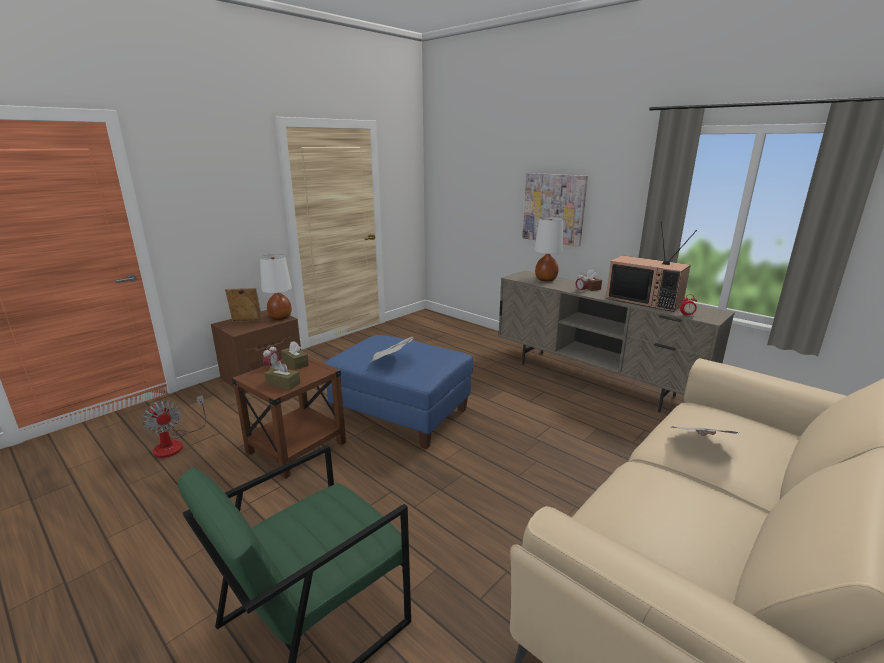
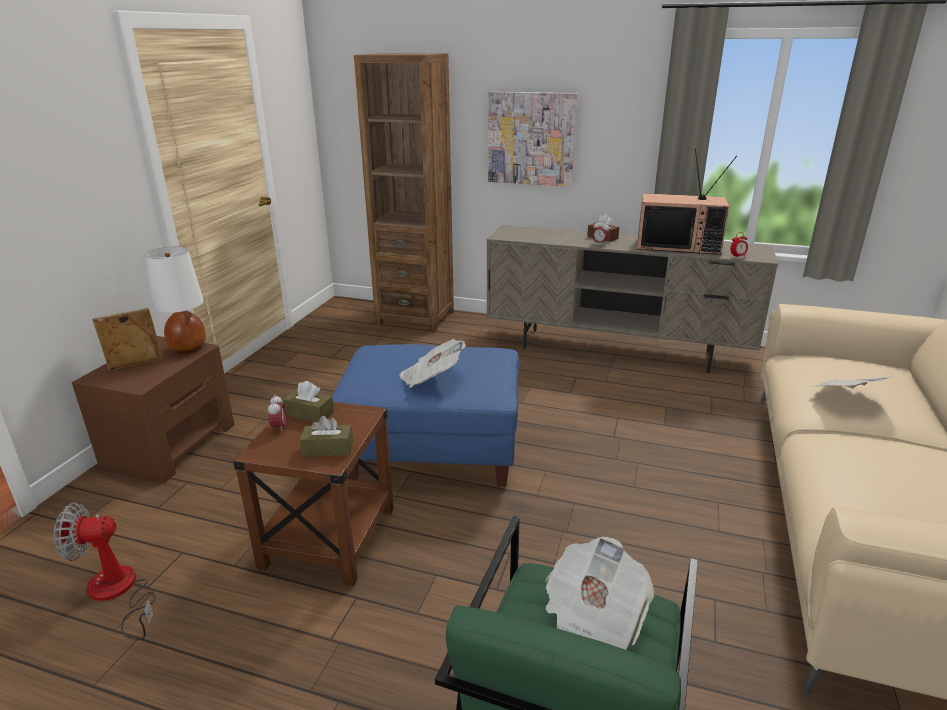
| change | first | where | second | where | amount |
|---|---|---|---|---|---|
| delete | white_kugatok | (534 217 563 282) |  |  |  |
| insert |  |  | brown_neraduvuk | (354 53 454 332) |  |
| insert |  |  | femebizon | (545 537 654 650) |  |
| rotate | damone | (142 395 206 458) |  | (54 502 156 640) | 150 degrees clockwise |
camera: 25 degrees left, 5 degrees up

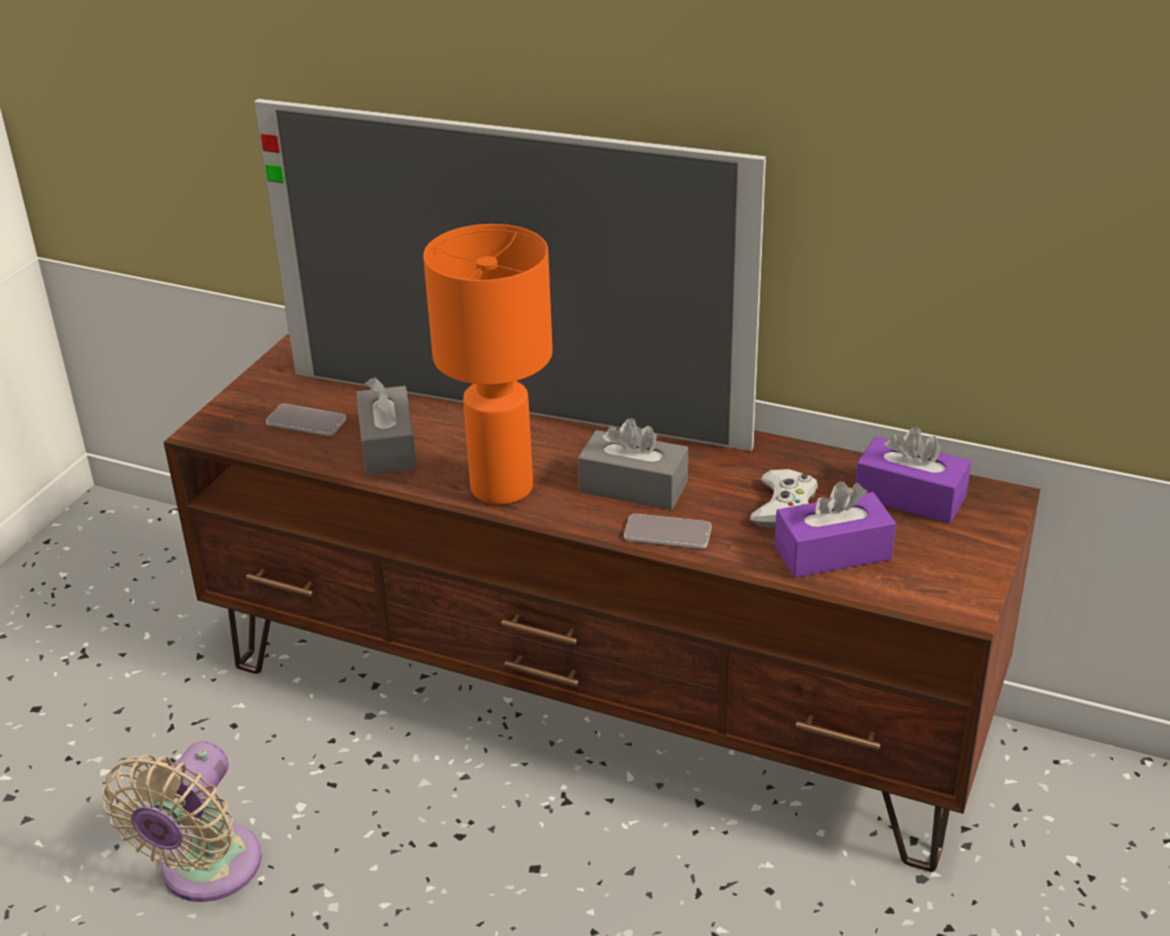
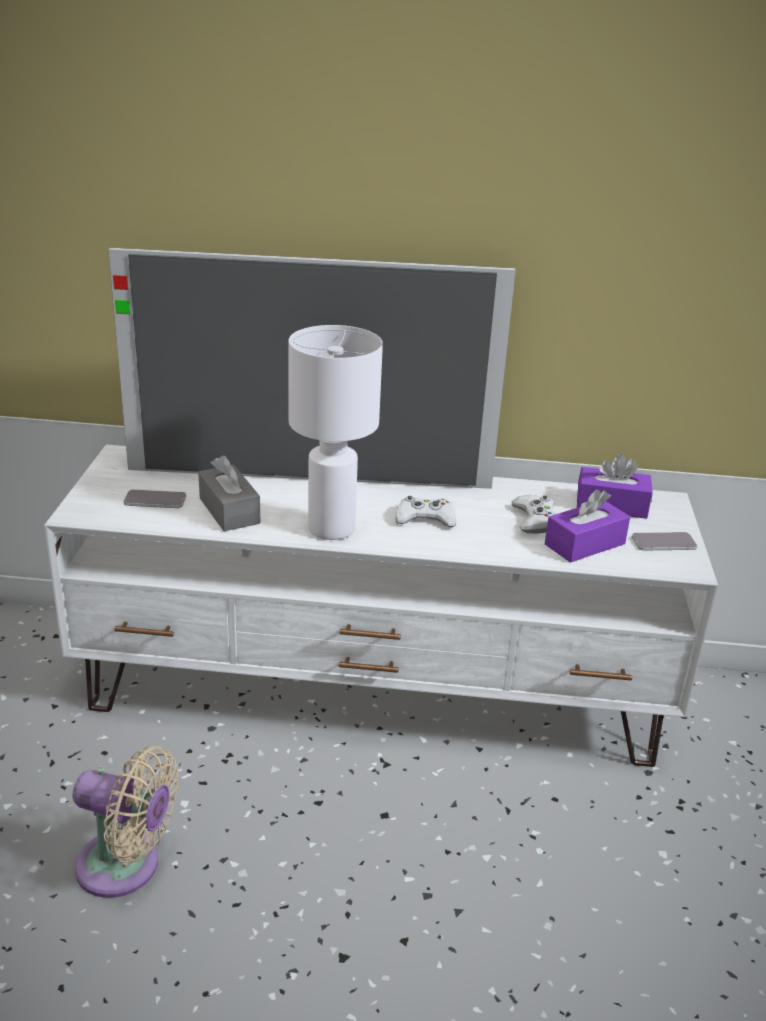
| change | first | where | second | where | amount |
|---|---|---|---|---|---|
| move | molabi | (624 514 711 549) |  | (632 532 697 551) |  |
| replace | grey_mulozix | (578 418 688 510) | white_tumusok | (395 496 456 527) |  |
| recolor | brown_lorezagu | (164 334 1040 872) | white_lorezagu | (44 444 718 767) |  |
| recolor | orange_kugatok | (423 224 553 505) | white_kugatok | (288 325 383 540) |  |
| rotate | beige_damone | (103 741 262 902) |  | (73 746 179 898) | 75 degrees counterclockwise |
camera: 20 degrees left, 5 degrees down

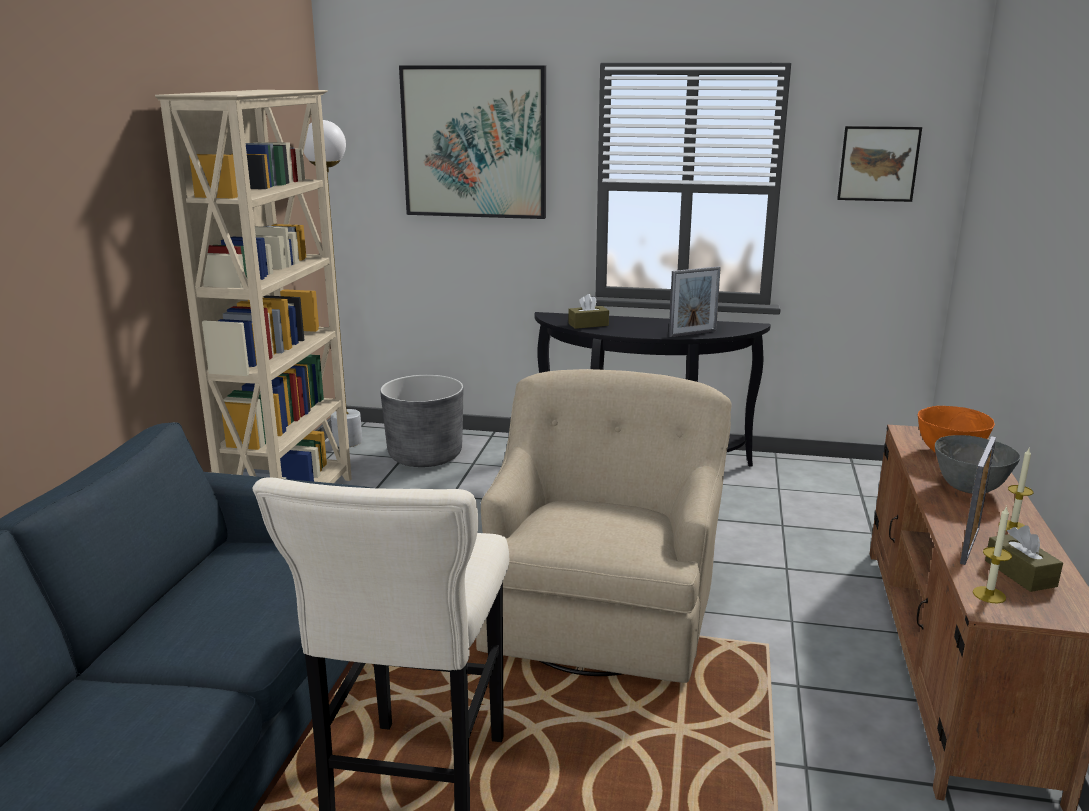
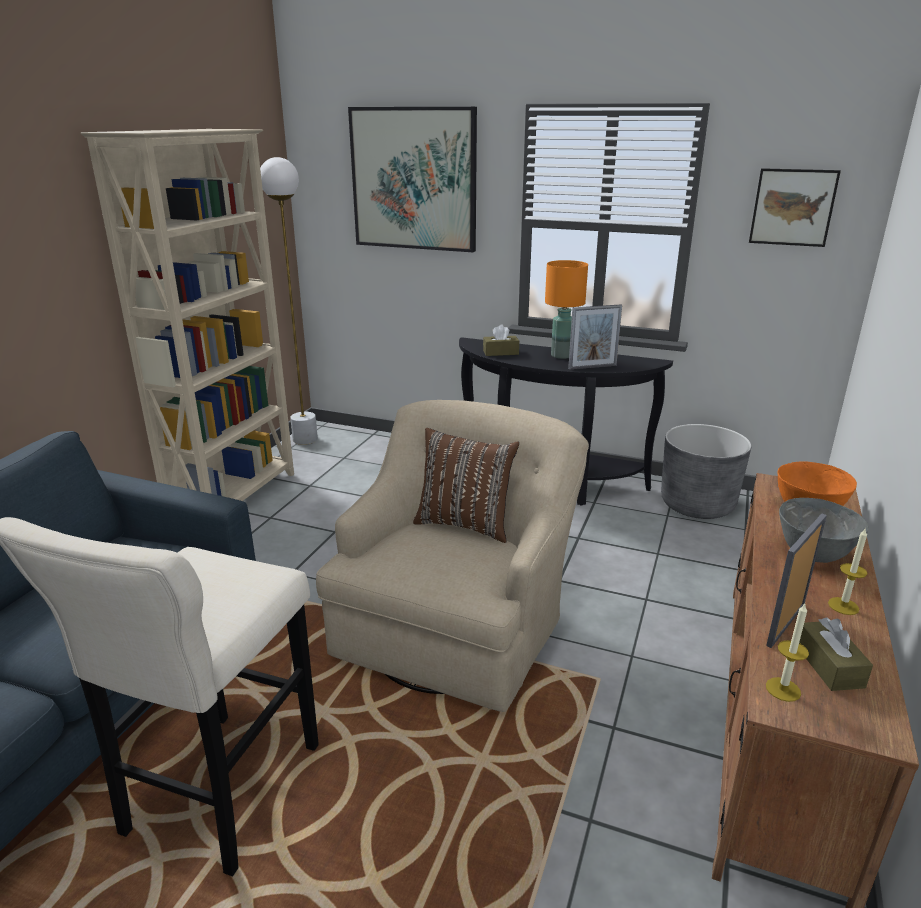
| change | first | where | second | where | amount |
|---|---|---|---|---|---|
| insert |  |  | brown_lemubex | (413 428 519 543) |  |
| insert |  |  | orange_kugatok | (545 260 588 359) |  |
| move | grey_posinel | (380 375 463 467) |  | (661 424 751 519) |  |
camera: 10 degrees right, 5 degrees up

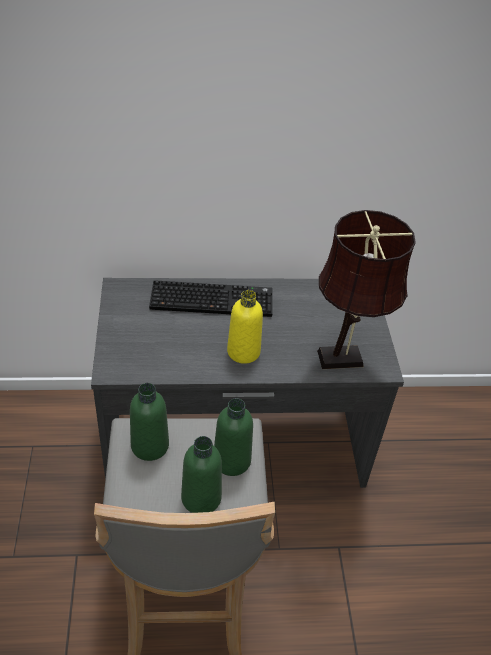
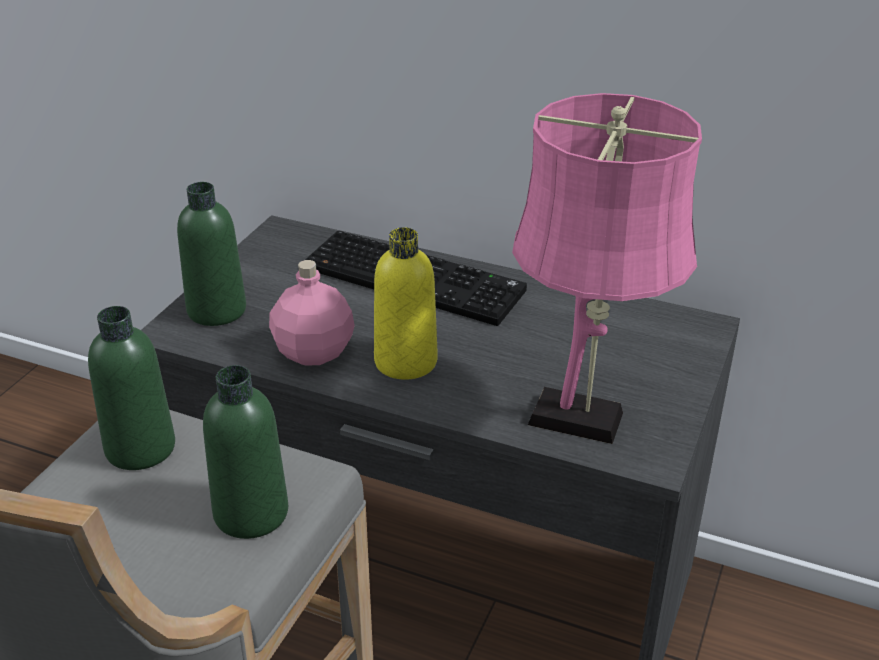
| change | first | where | second | where | amount |
|---|---|---|---|---|---|
| insert |  |  | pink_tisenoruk | (269 260 355 365) |  |
| move | green_tisenoruk | (181 436 222 513) |  | (177 182 246 326) |  |
| recolor | brown_kugatok | (317 210 416 369) | pink_kugatok | (512 93 702 444) |  |
camera: 30 degrees right, 10 degrees down

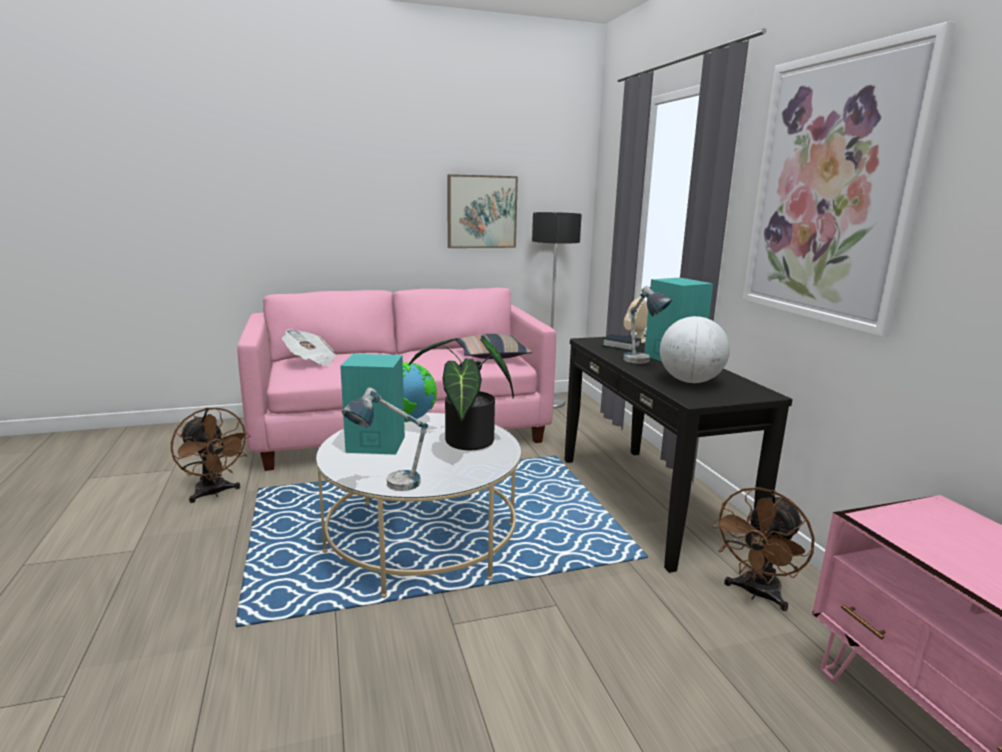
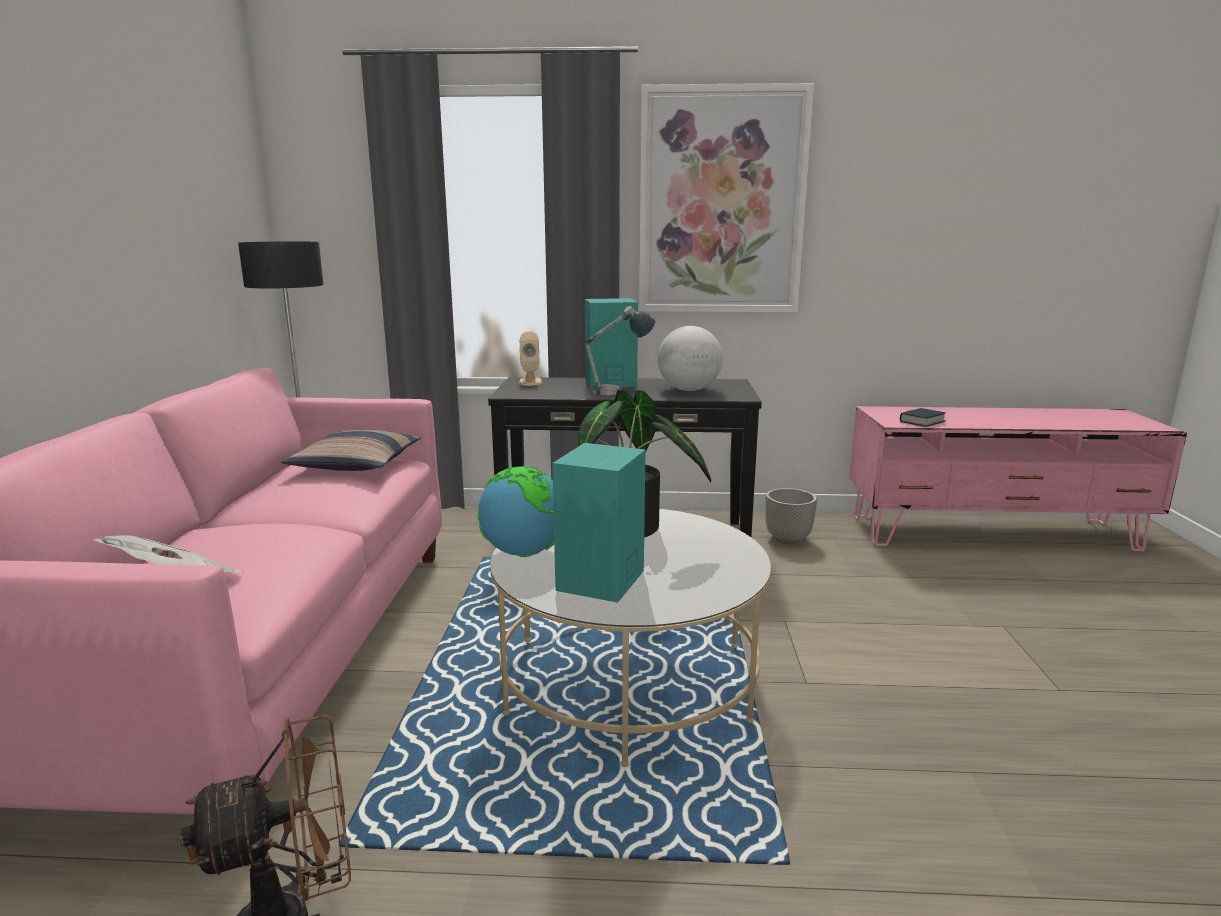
| change | first | where | second | where | amount |
|---|---|---|---|---|---|
| delete | kugatok | (342 388 428 491) |  |  |  |
| delete | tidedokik | (447 174 518 248) |  |  |  |
| move | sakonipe | (602 334 641 351) |  | (900 408 946 427) |  |
| replace | brown_damone | (712 487 815 611) | posinel | (765 488 817 544) |  |
camera: 70 degrees left, 0 degrees up

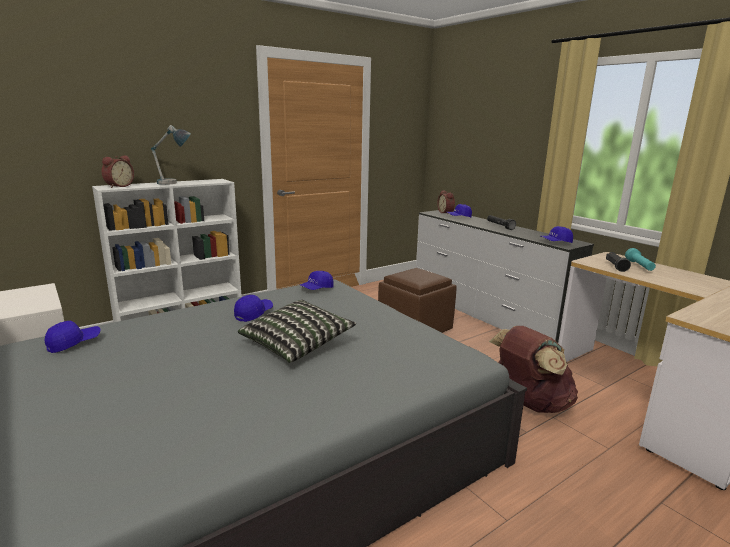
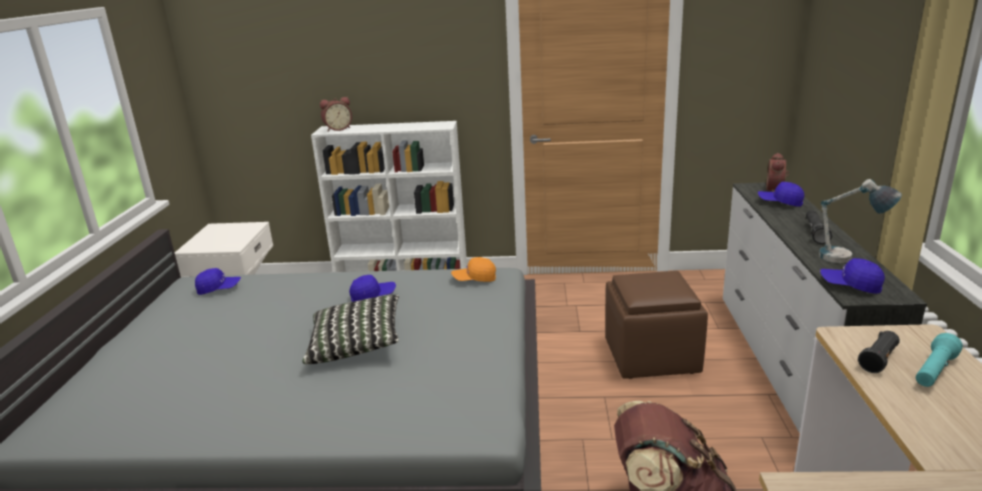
| change | first | where | second | where | amount |
|---|---|---|---|---|---|
| move | kugatok | (151 125 191 185) |  | (819 179 902 263) |  |
| recolor | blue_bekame | (300 271 334 290) | orange_bekame | (451 257 496 282) |  |
camera: 40 degrees right, 5 degrees up

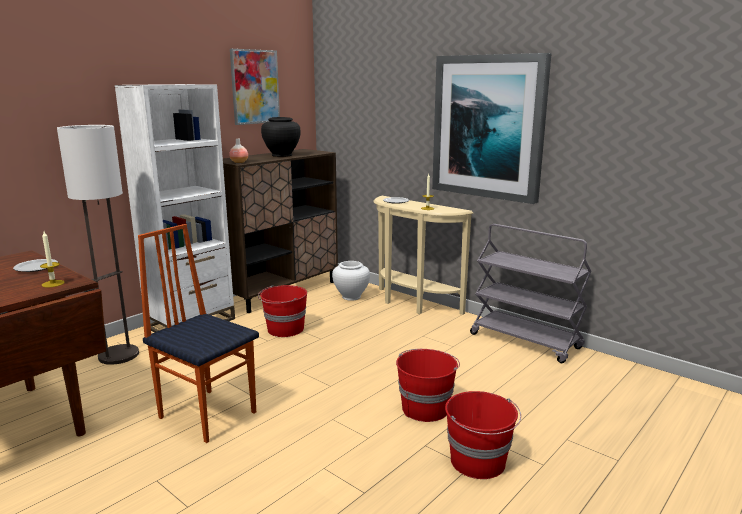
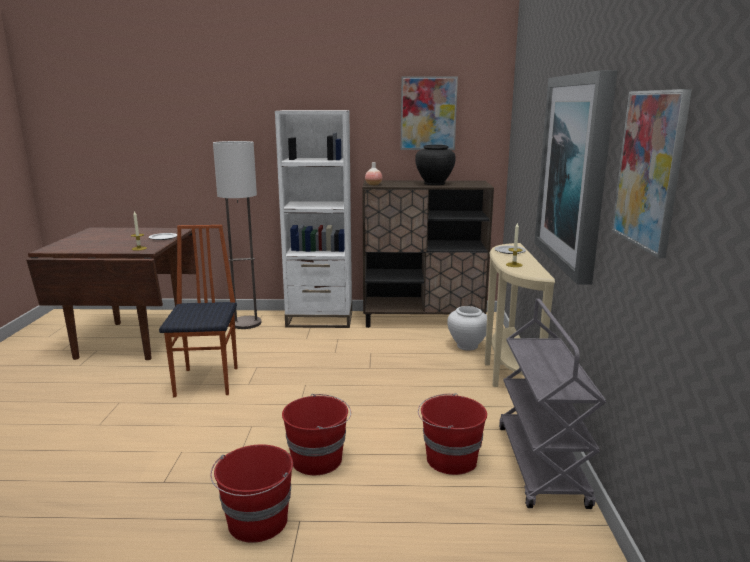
| change | first | where | second | where | amount |
|---|---|---|---|---|---|
| insert |  |  | tidedokik | (612 89 692 258) |  |
| move | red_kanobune | (258 285 307 337) |  | (418 393 487 475) |  |
camera: 50 degrees right, 0 degrees up

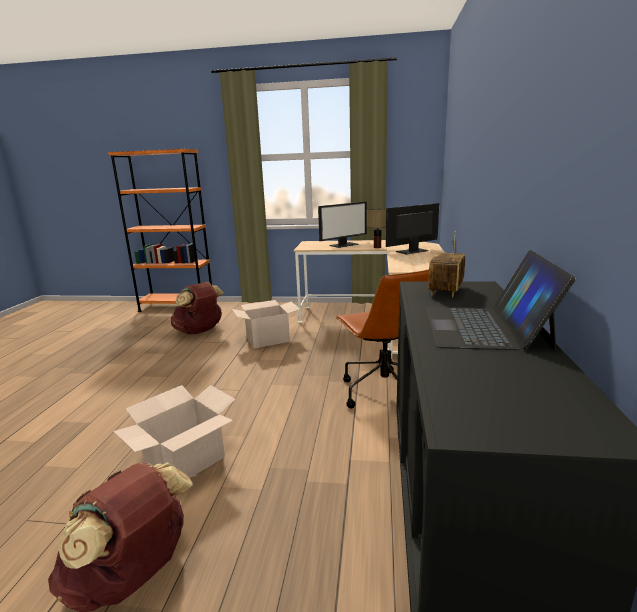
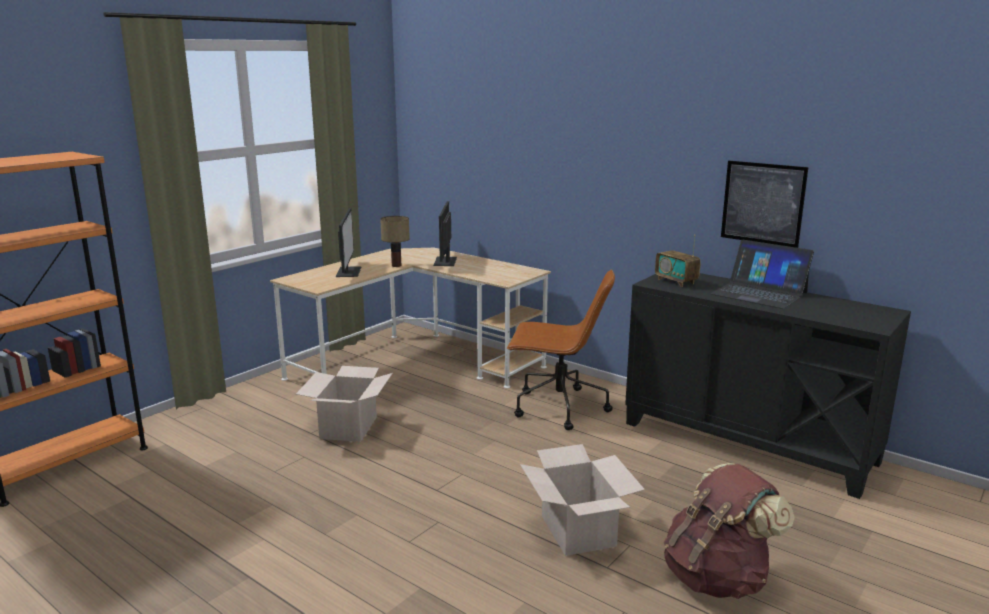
| change | first | where | second | where | amount |
|---|---|---|---|---|---|
| delete | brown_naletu | (171 282 224 334) |  |  |  |
| insert |  |  | tidedokik | (721 161 808 248) |  |
camera: 60 degrees left, 0 degrees up

